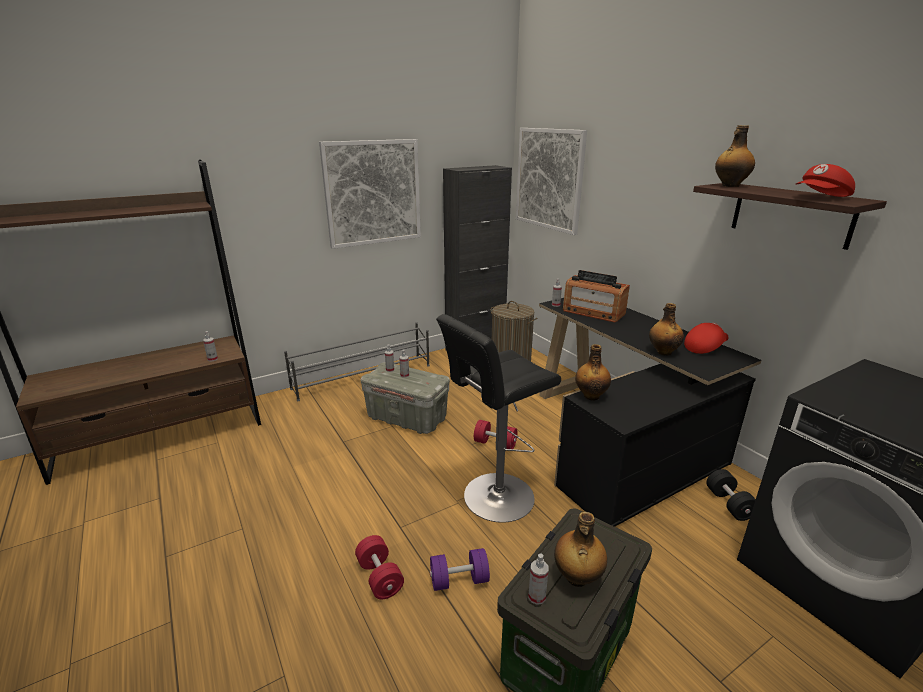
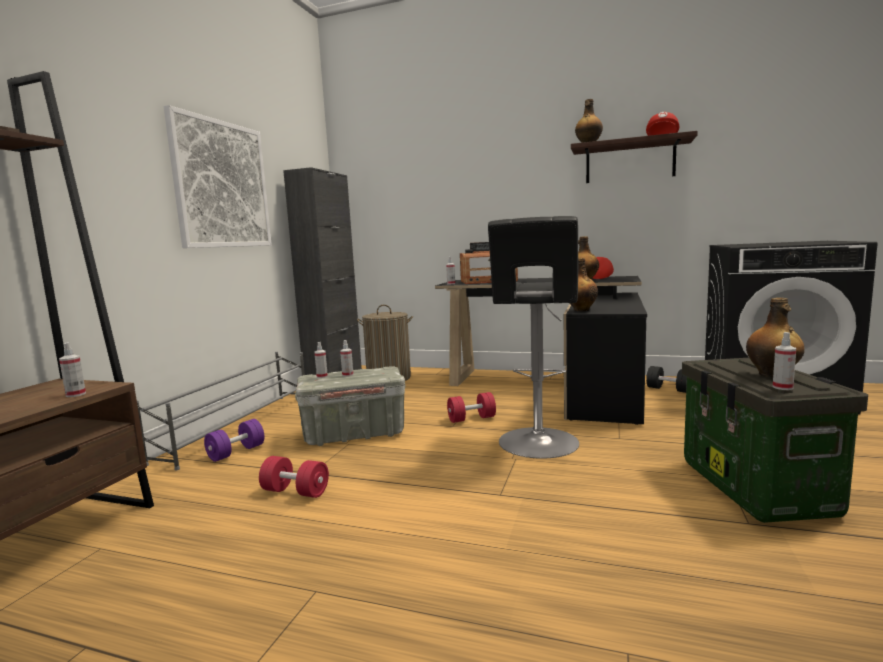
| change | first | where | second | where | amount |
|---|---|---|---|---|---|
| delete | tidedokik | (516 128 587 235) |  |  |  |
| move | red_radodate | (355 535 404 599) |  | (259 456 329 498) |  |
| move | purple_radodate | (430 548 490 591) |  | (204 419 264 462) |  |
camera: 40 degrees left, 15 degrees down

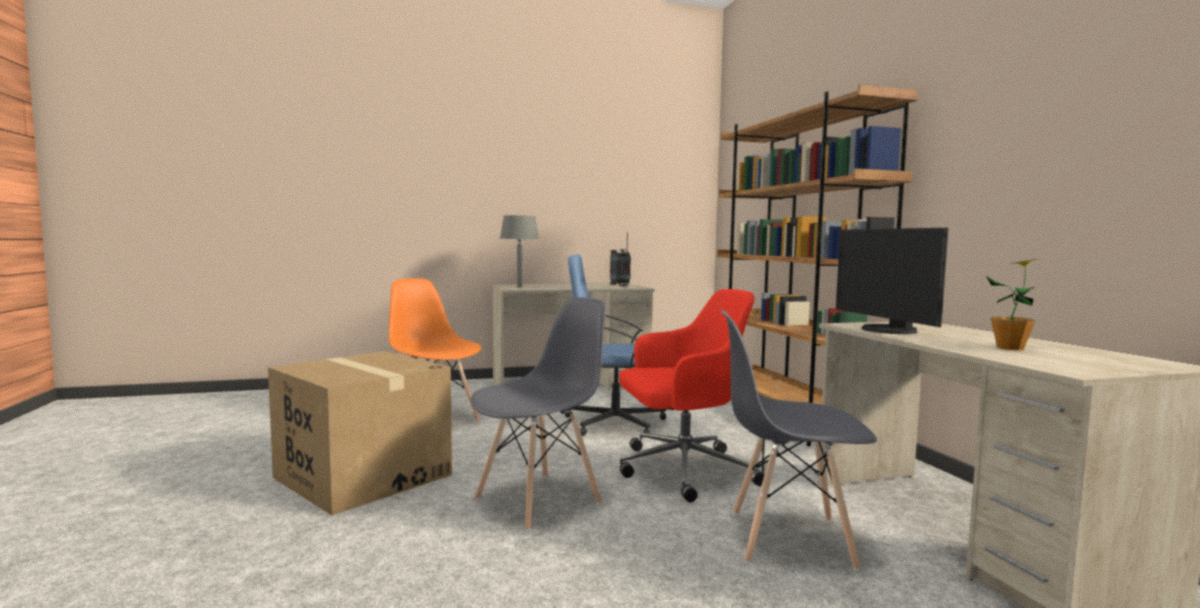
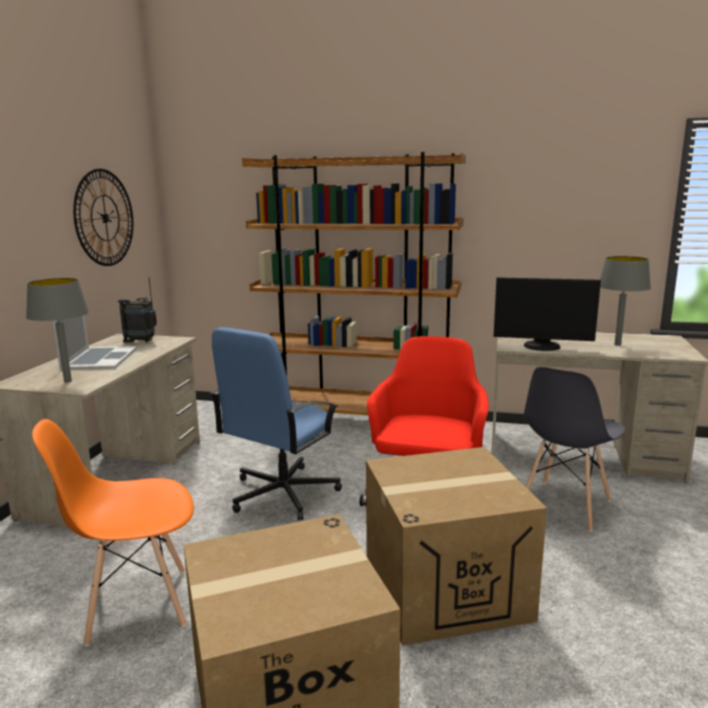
| change | first | where | second | where | amount |
|---|---|---|---|---|---|
| insert |  |  | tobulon | (52 315 137 370) |  |
| insert |  |  | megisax | (73 169 133 266) |  |
| replace | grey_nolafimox | (471 297 606 531) | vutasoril | (366 447 547 646) |  |
| replace | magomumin | (986 259 1037 350) | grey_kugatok | (600 256 651 346) |  |
camera: 60 degrees left, 10 degrees up

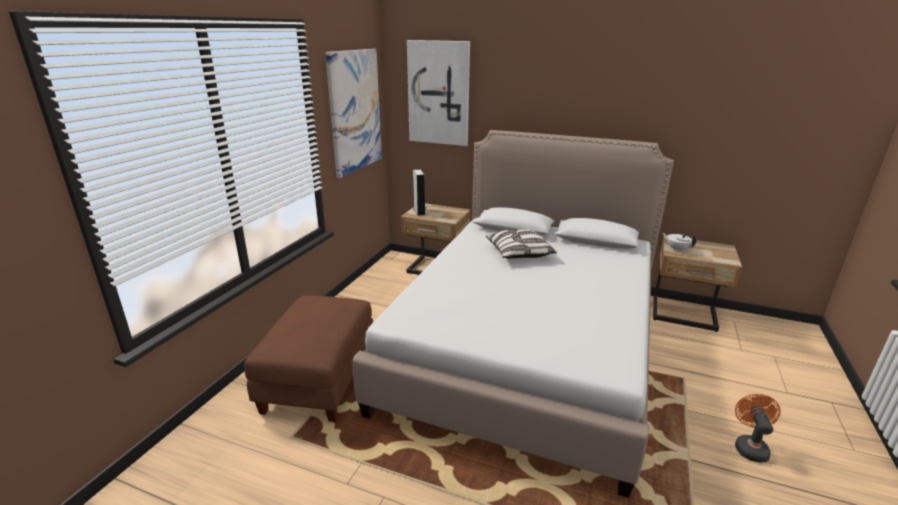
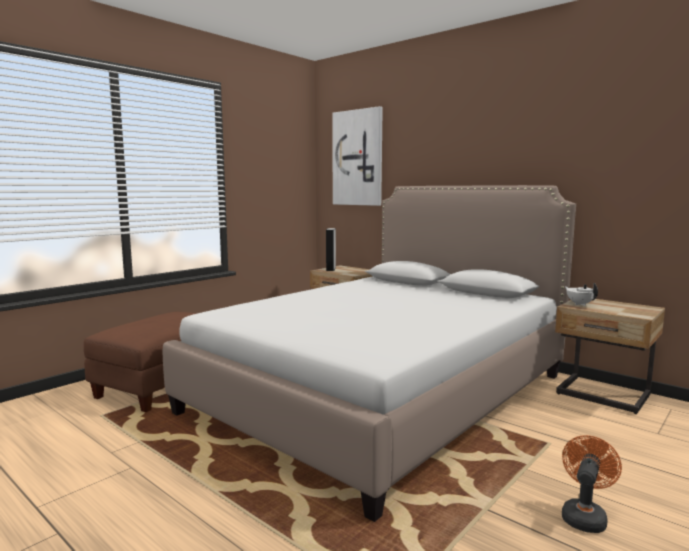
| change | first | where | second | where | amount |
|---|---|---|---|---|---|
| delete | tidedokik | (325 49 382 178) |  |  |  |
| delete | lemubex | (486 229 557 258) |  |  |  |
camera: 20 degrees right, 15 degrees down

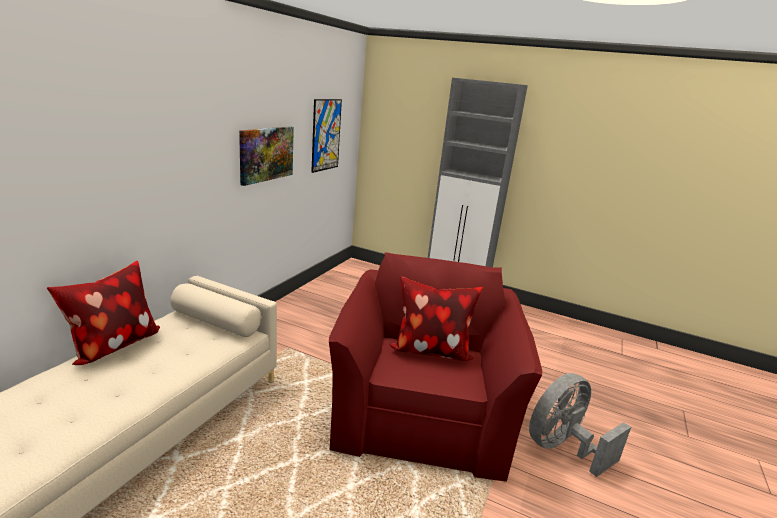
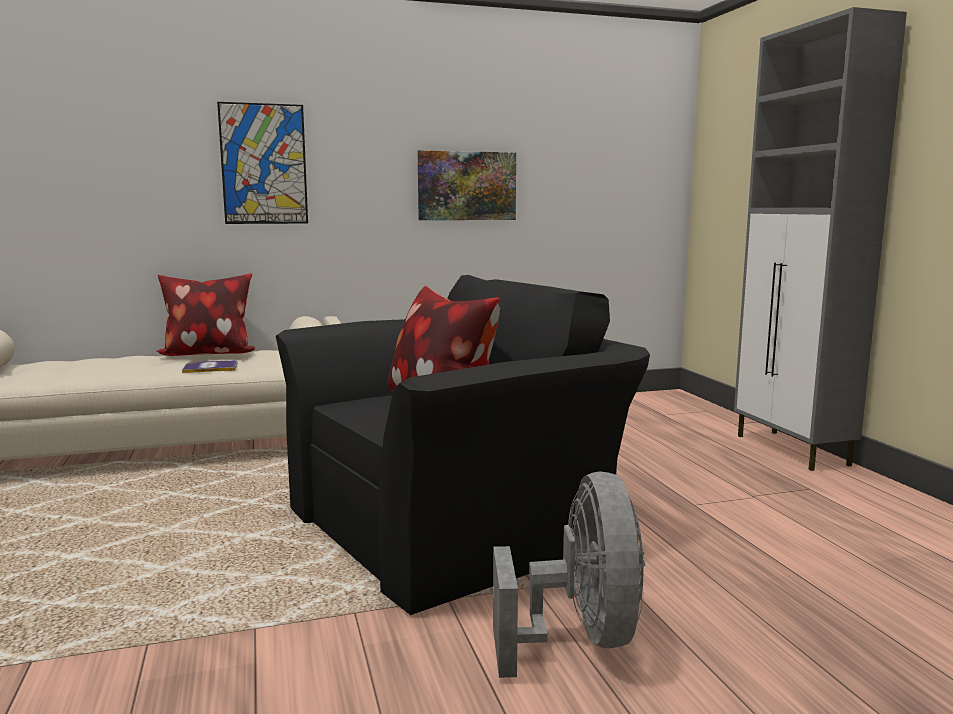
| change | first | where | second | where | amount |
|---|---|---|---|---|---|
| insert |  |  | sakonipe | (182 360 238 373) |  |
| move | tidedokik | (311 99 342 173) |  | (217 102 308 224) |  |
| recolor | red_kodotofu | (329 253 542 482) | black_kodotofu | (276 275 650 615) |  |
| rotate | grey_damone | (529 373 631 477) |  | (493 472 645 678) | 75 degrees clockwise |
camera: 50 degrees right, 10 degrees down

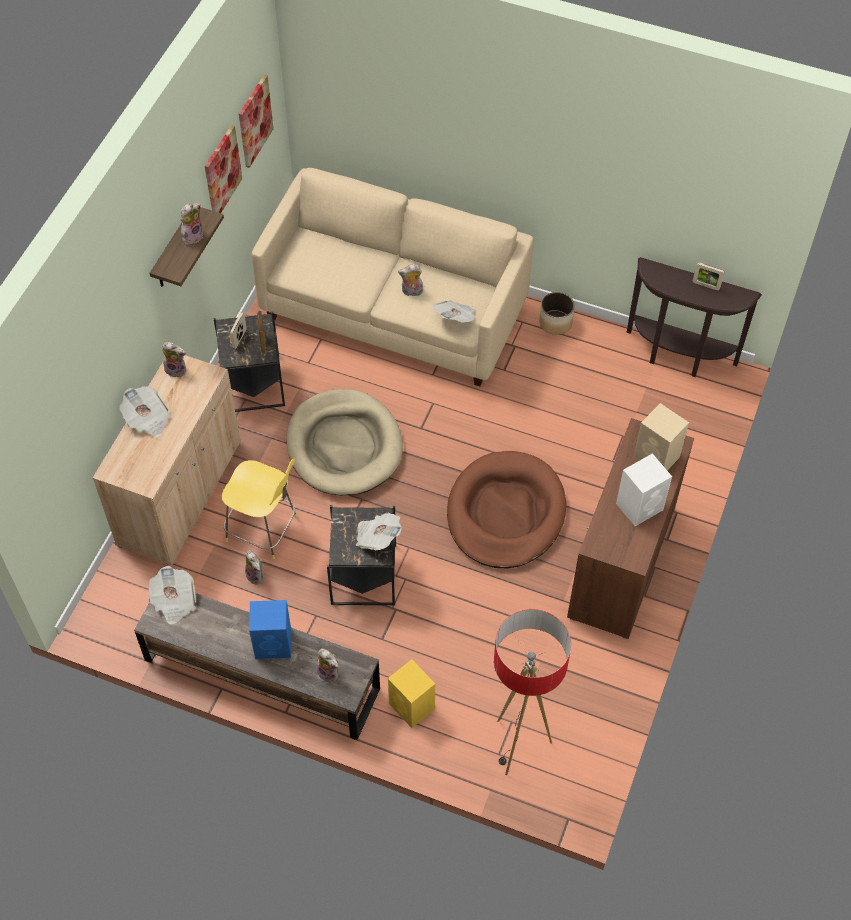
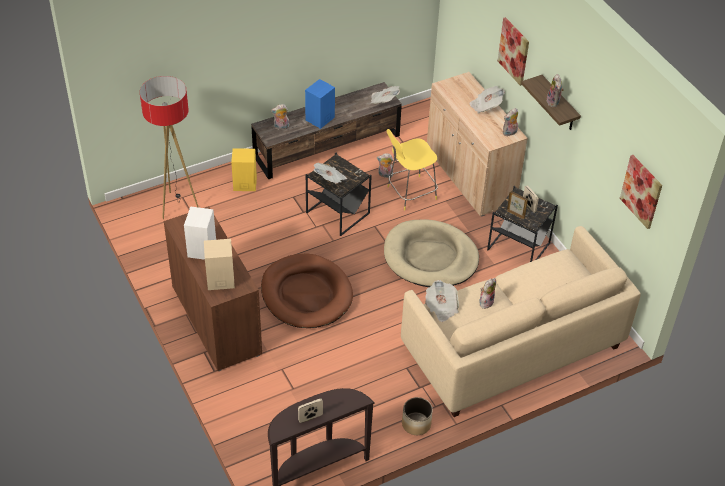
| change | first | where | second | where | amount |
|---|---|---|---|---|---|
| move | tidedokik | (205 125 242 213) |  | (498 17 529 86) |  |
camera: 130 degrees right, 10 degrees down

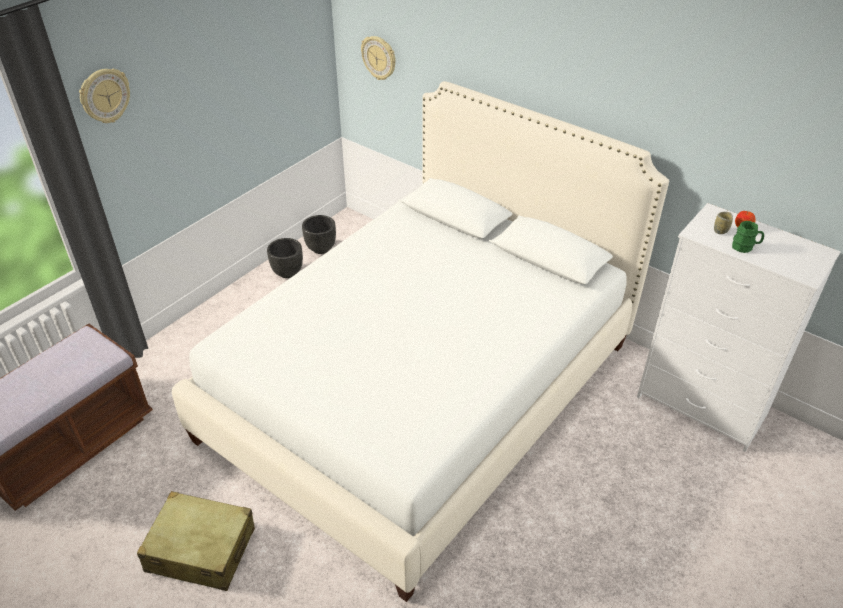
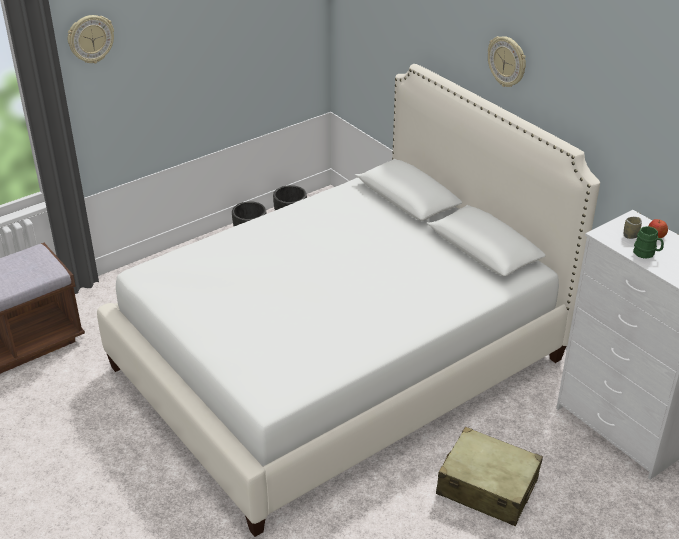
| change | first | where | second | where | amount |
|---|---|---|---|---|---|
| move | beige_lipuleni | (137 491 255 591) |  | (436 427 543 526) |  |
| move | megisax | (361 36 396 80) |  | (488 36 526 87) |  |
camera: 15 degrees right, 5 degrees down

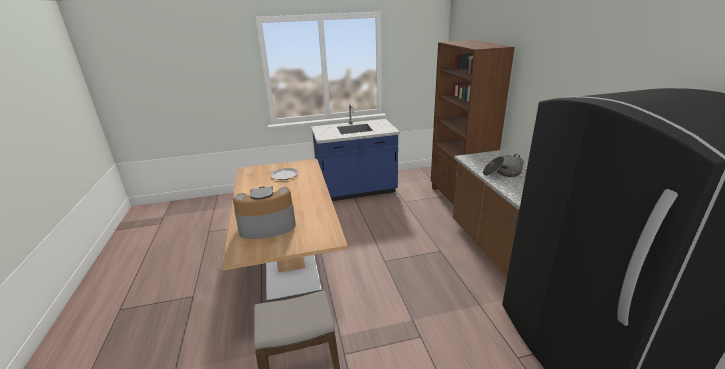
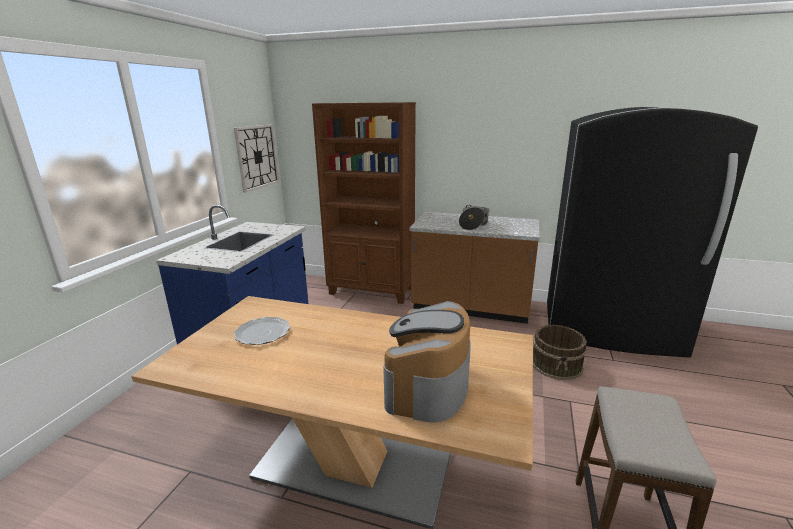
| change | first | where | second | where | amount |
|---|---|---|---|---|---|
| insert |  |  | megisax | (234 125 279 193) |  |
| insert |  |  | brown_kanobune | (533 325 587 380) |  |
camera: 60 degrees left, 5 degrees down

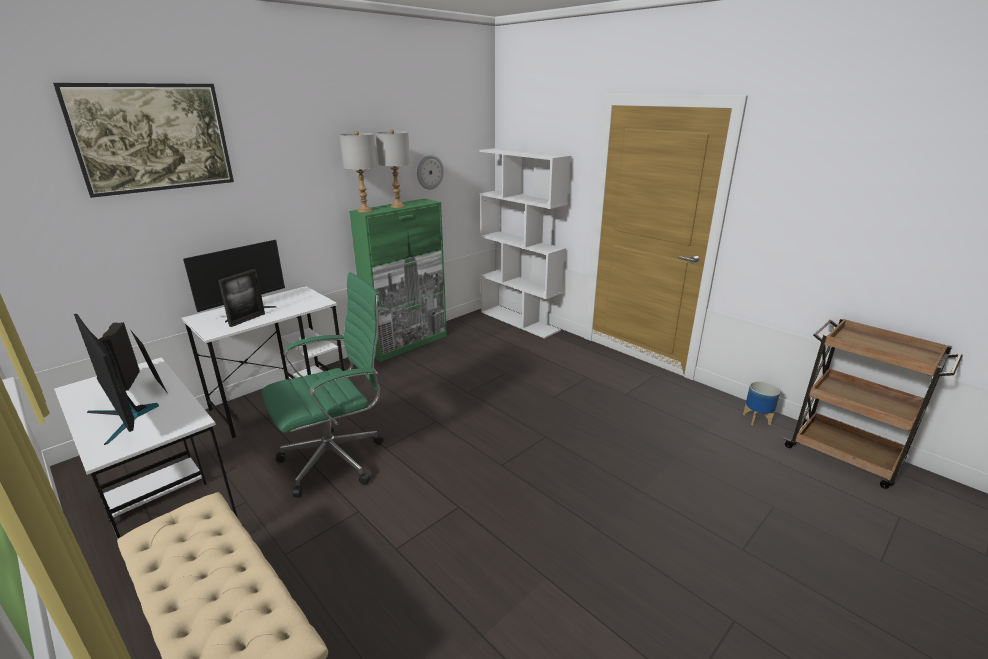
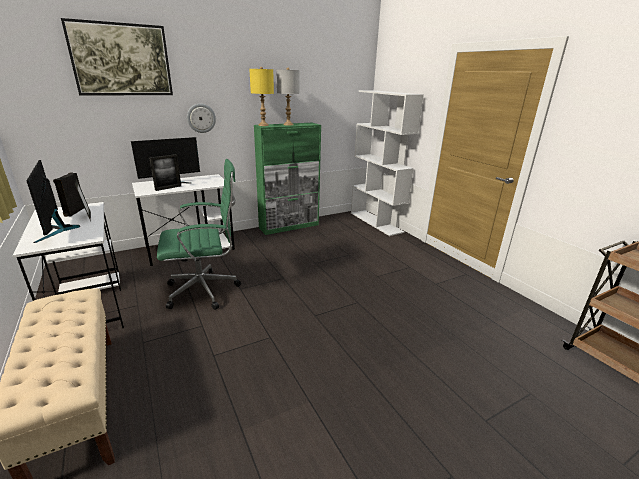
| change | first | where | second | where | amount |
|---|---|---|---|---|---|
| delete | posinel | (743 381 780 425) |  |  |  |
| move | megisax | (417 155 444 190) |  | (187 104 216 133) |  |
| recolor | grey_kugatok | (340 131 377 213) | yellow_kugatok | (249 67 274 126) |  |
camera: 15 degrees right, 0 degrees up

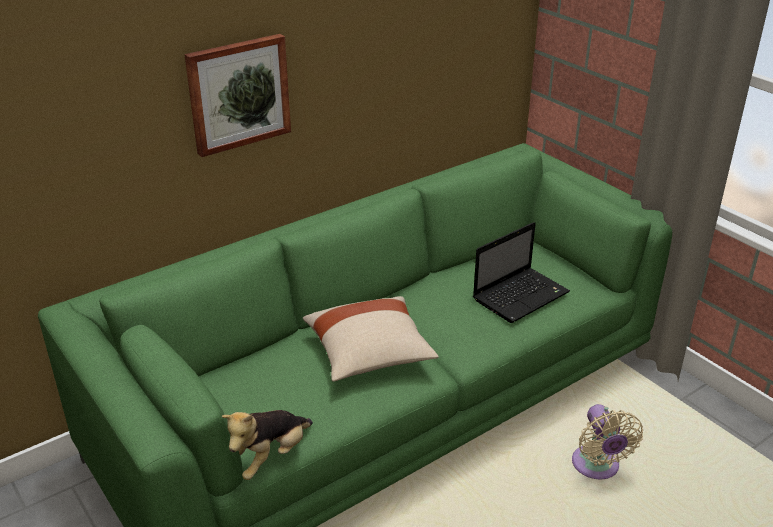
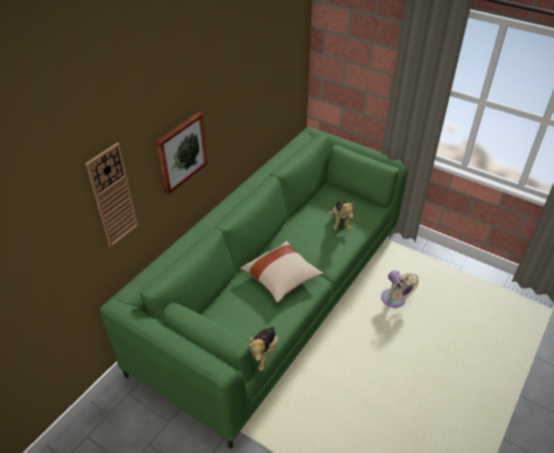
| change | first | where | second | where | amount |
|---|---|---|---|---|---|
| insert |  |  | megisax | (85 143 138 247) |  |
| replace | tobulon | (473 222 570 323) | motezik | (329 200 354 231) |  |
camera: 20 degrees left, 10 degrees up

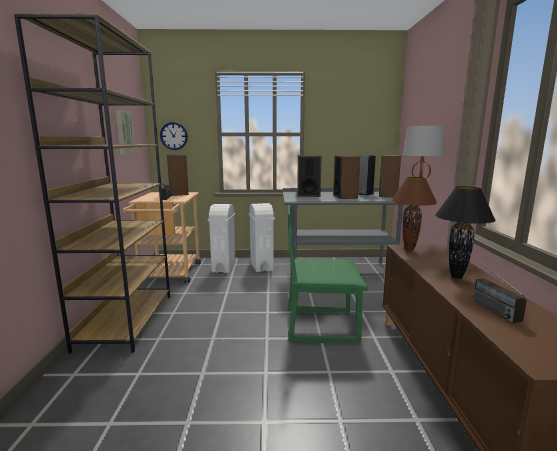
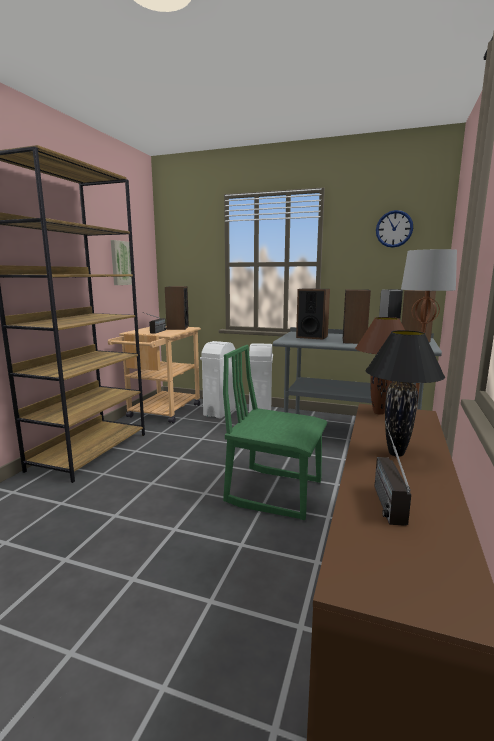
| change | first | where | second | where | amount |
|---|---|---|---|---|---|
| move | megisax | (160 122 188 150) |  | (376 210 413 248) |  |
camera: 20 degrees right, 0 degrees up

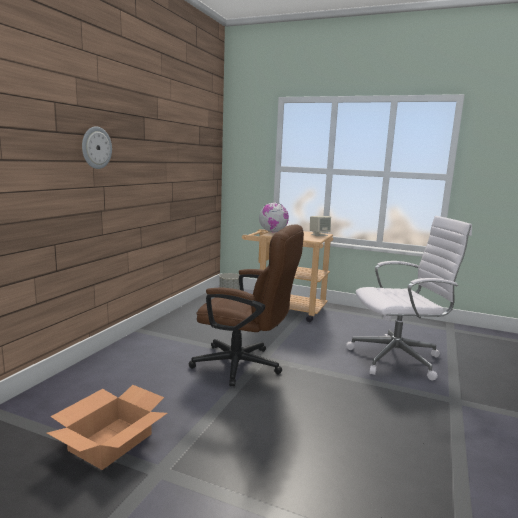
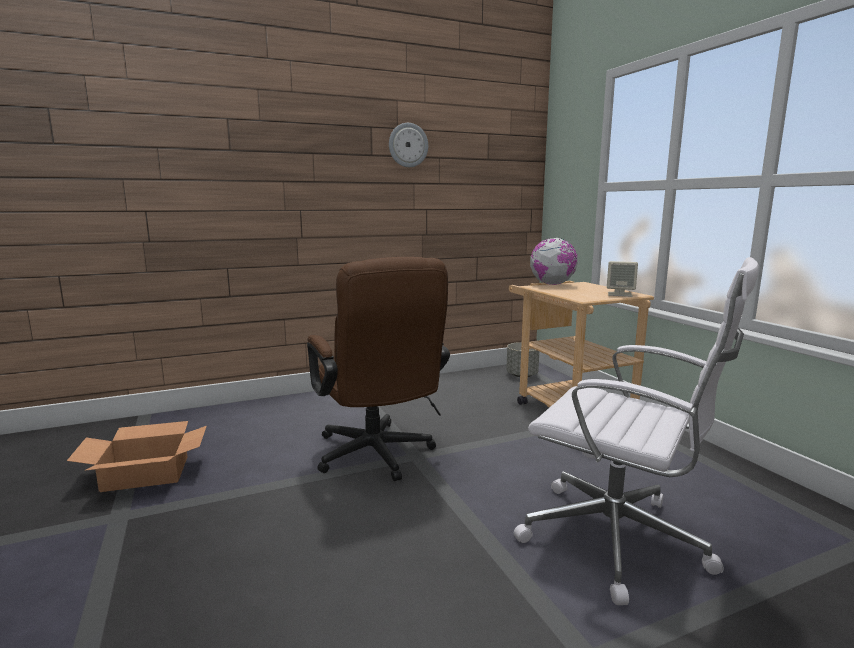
| change | first | where | second | where | amount |
|---|---|---|---|---|---|
| move | megisax | (82 126 112 169) |  | (389 123 428 167) |  |
camera: 45 degrees right, 0 degrees up

